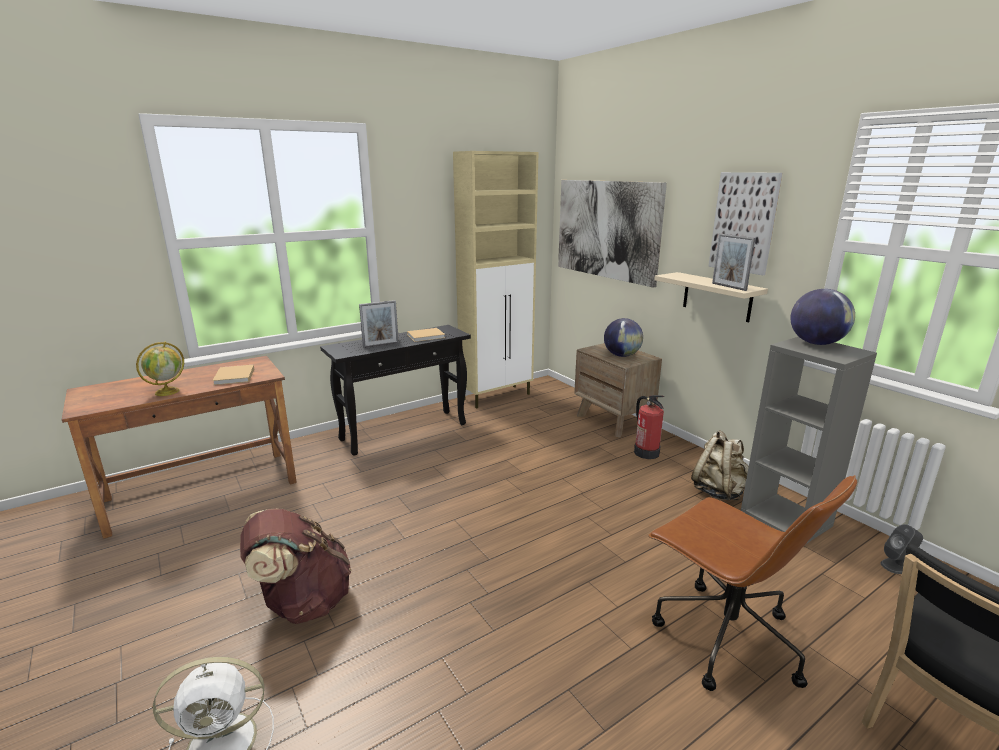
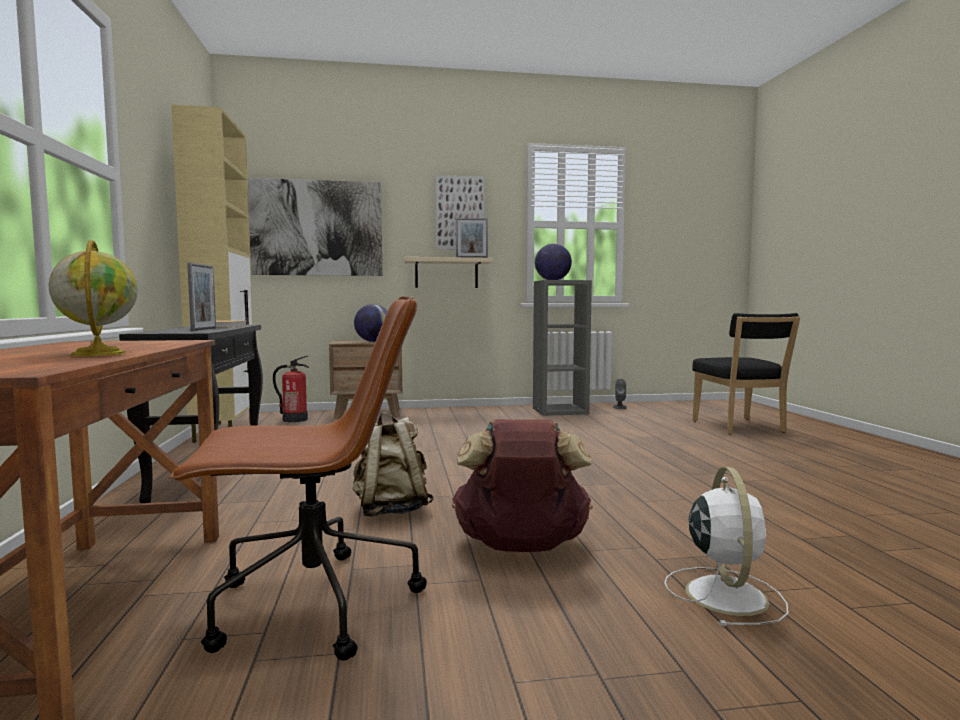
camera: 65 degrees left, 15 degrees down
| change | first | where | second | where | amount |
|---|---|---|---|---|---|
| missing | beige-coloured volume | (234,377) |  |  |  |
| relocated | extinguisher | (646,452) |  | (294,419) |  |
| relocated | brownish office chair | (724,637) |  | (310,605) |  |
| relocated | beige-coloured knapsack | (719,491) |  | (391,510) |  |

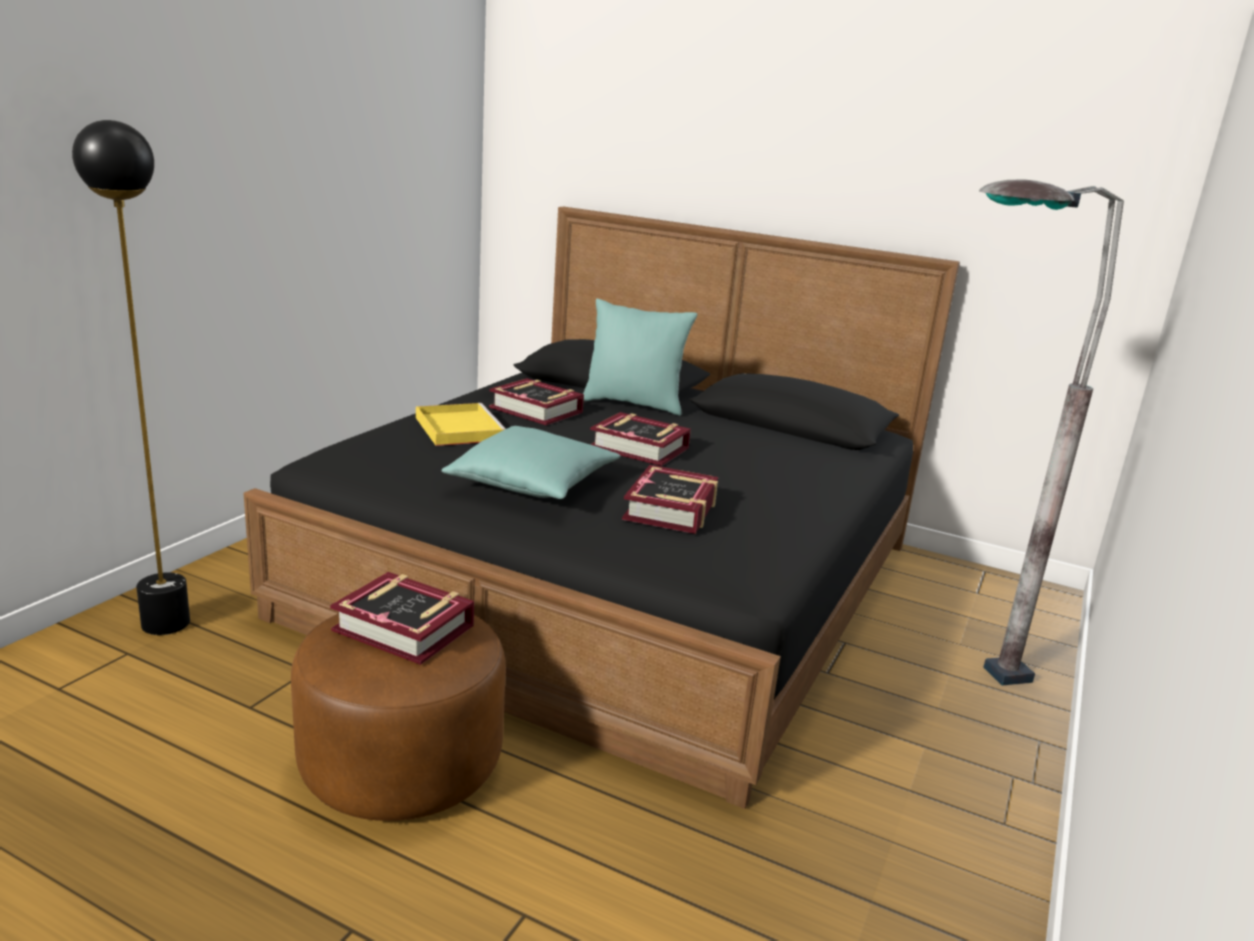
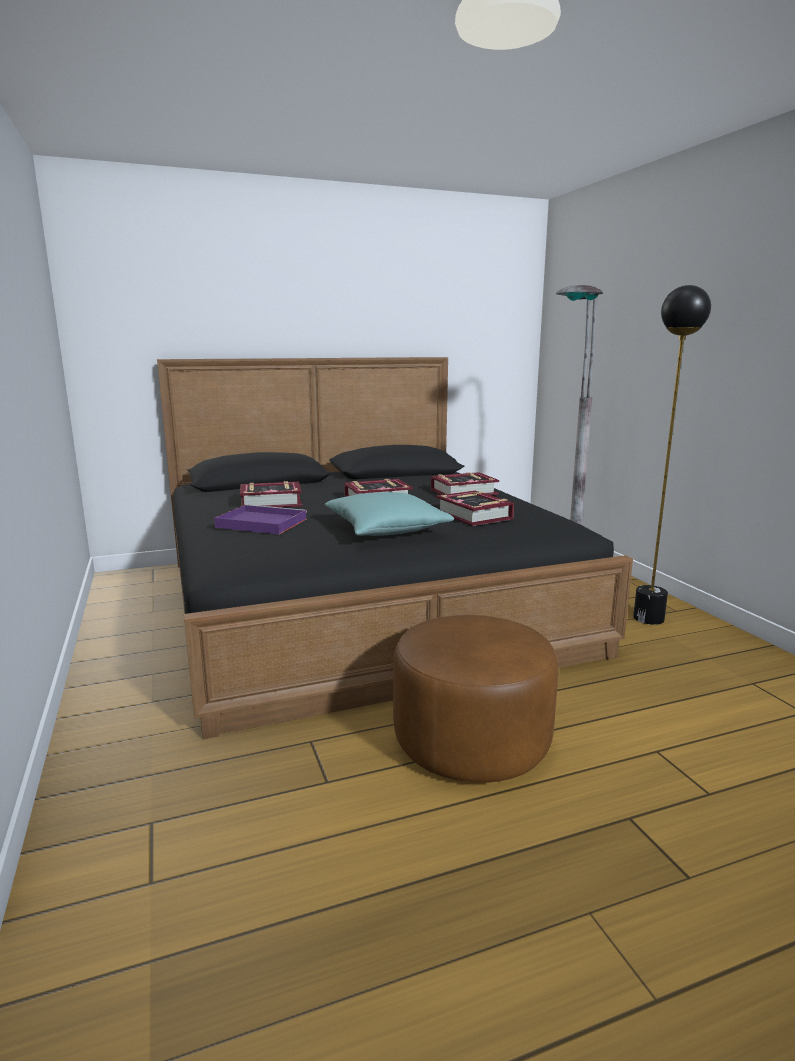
camera: 45 degrees left, 5 degrees down
| change | first | where | second | where | amount |
|---|---|---|---|---|---|
| relocated | black floor lamp | (166,624) |  | (648,618) |  |
| relocated | volume | (404,628) |  | (463,492) |  |
| colour | yellowish serving tray | (458,428) | purple-coloured serving tray | (260,523) |  |
| missing | turquoise-coloured pillow | (634,404) |  |  |  |

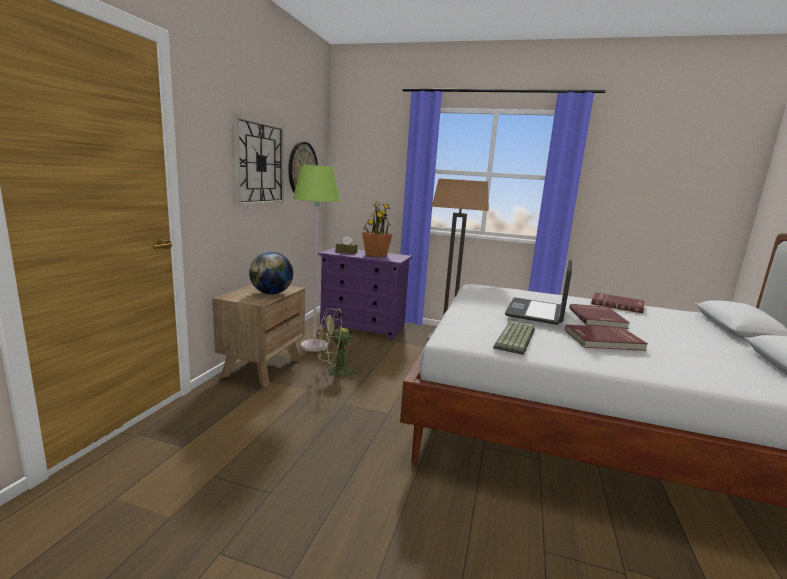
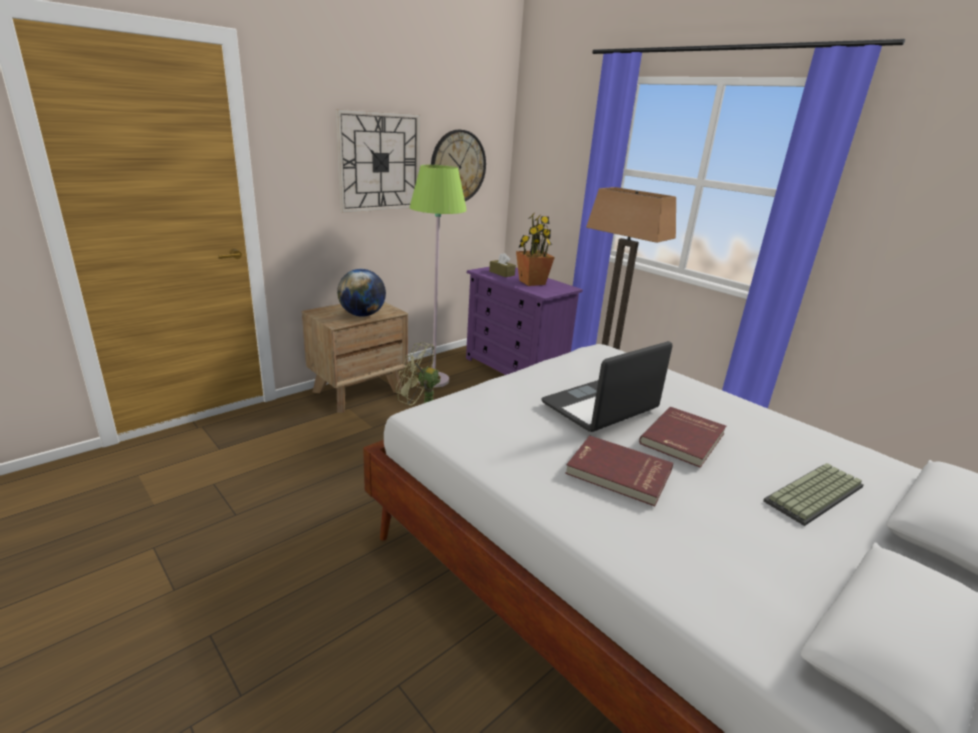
camera: 30 degrees right, 10 degrees up
| change | first | where | second | where | amount |
|---|---|---|---|---|---|
| relocated | PC keyboard | (516,339) |  | (815,495) |  |
| missing | red volume | (617,304) |  |  |  |

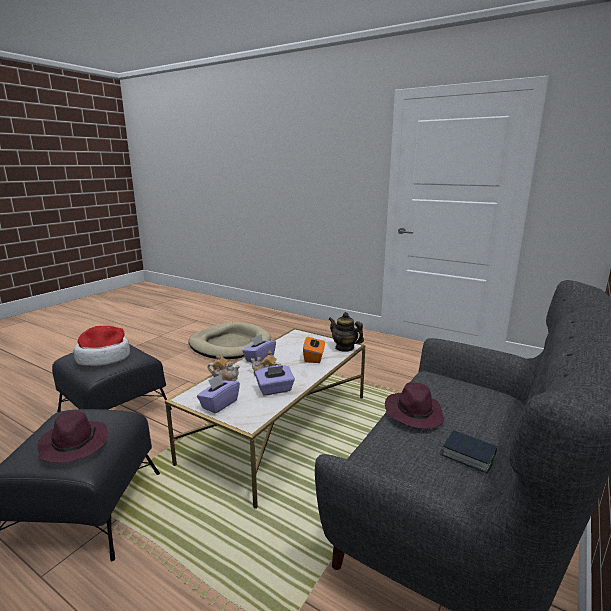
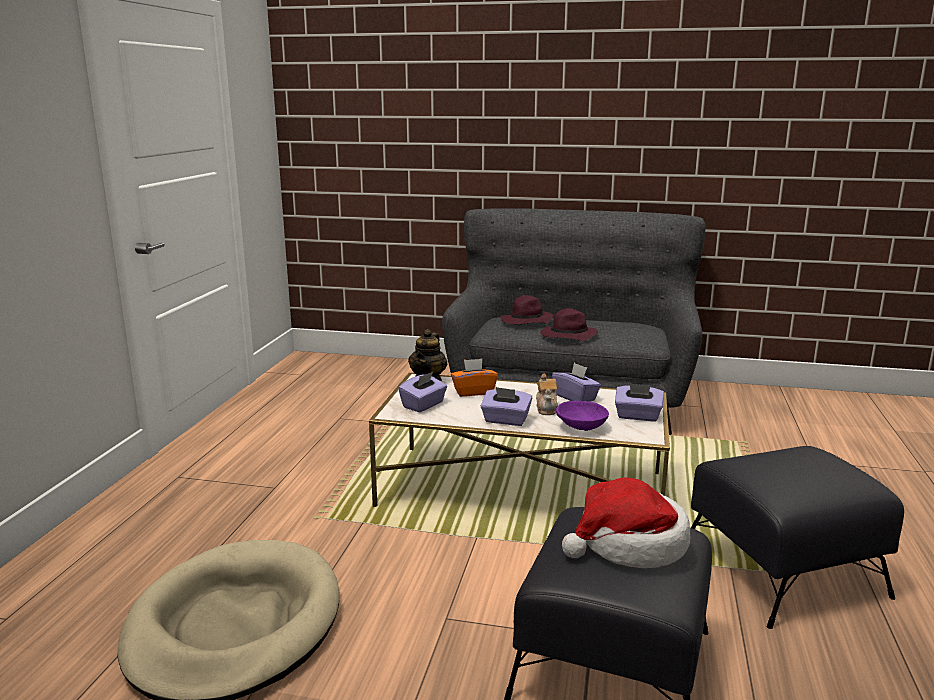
camera: 110 degrees left, 0 degrees up
| change | first | where | second | where | amount |
|---|---|---|---|---|---|
| relocated | purple-coloured hat | (73,444) |  | (526,322) |  |
| exchanged | tea pot | (224,378) | purple-coloured deep dish | (580,428) |  |
| missing | volume | (468,455) |  |  |  |
| appeared |  |  | purple-coloured tissue box | (423,405) |  |

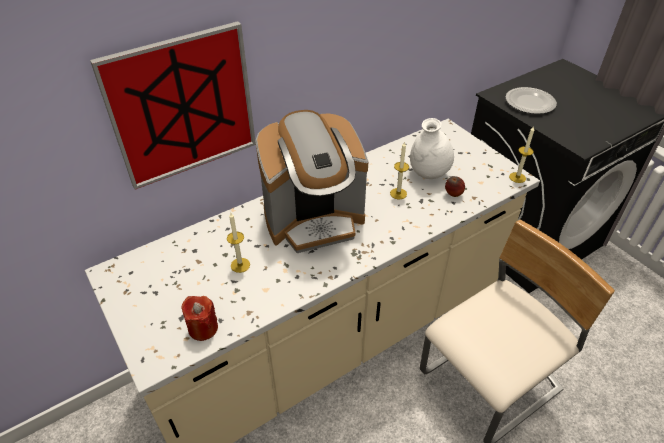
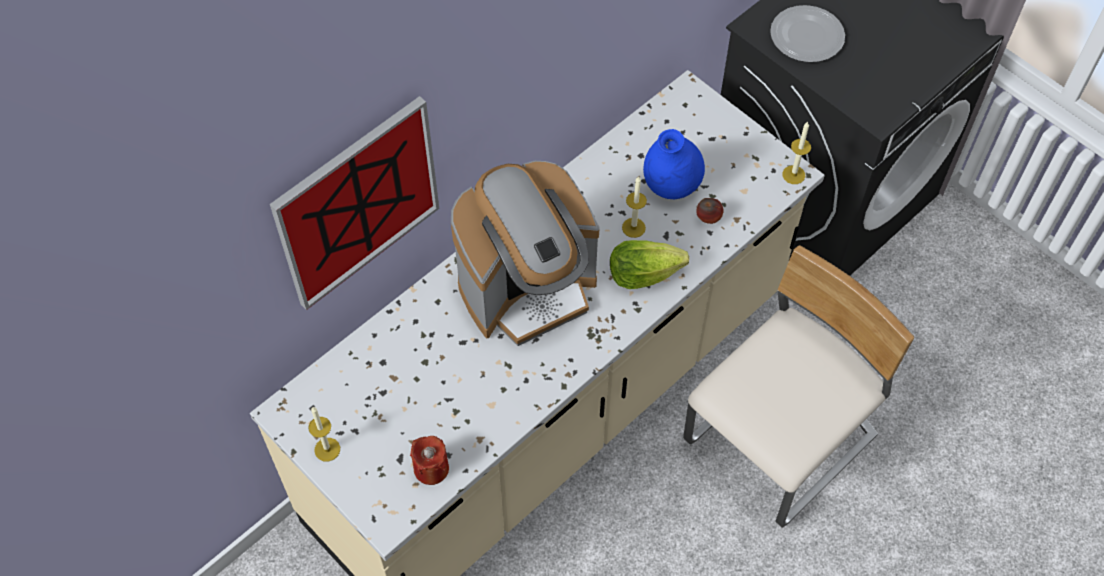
camera: 10 degrees left, 15 degrees up
| change | first | where | second | where | amount |
|---|---|---|---|---|---|
| relocated | candle | (240,265) |  | (327,449) |  |
| colour | white-coloured flower vase | (428,174) | bluish flower vase | (671,186) |  |
| appeared |  |  | lettuce | (642,274) |  |

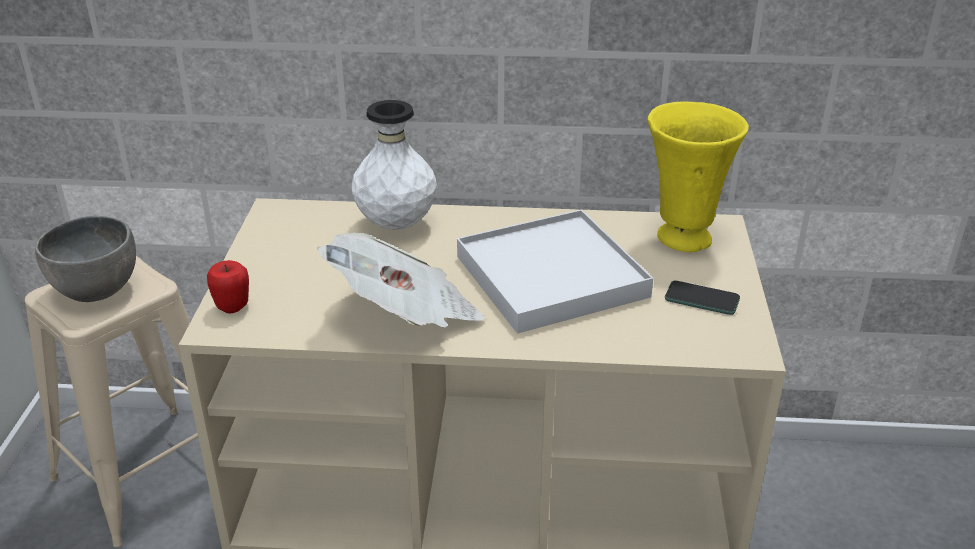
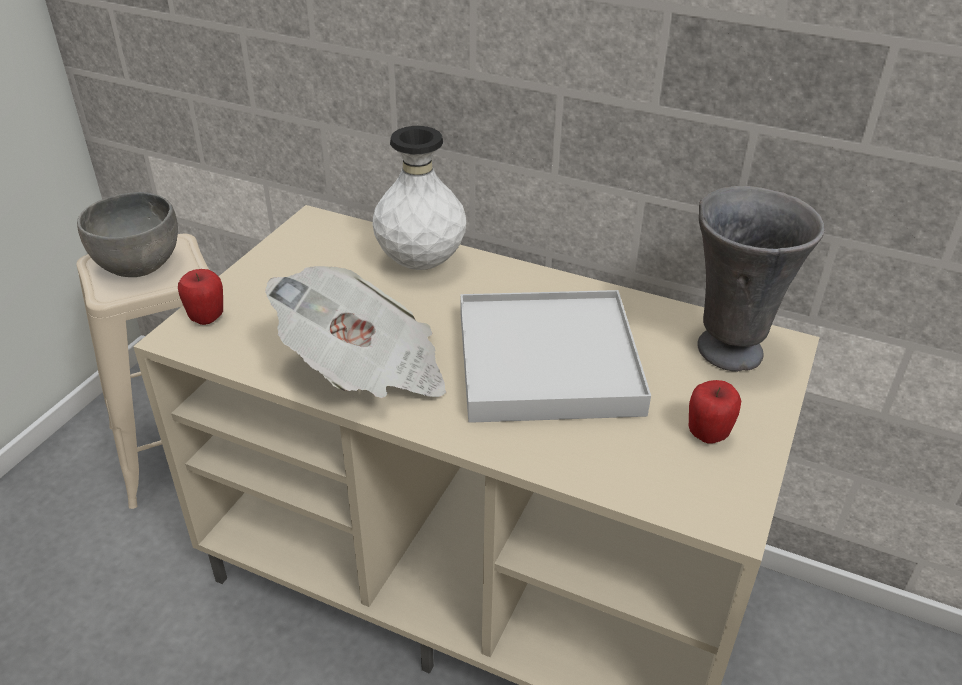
camera: 20 degrees right, 5 degrees up
| change | first | where | second | where | amount |
|---|---|---|---|---|---|
| colour | yellowish flower vase | (682,237) | grey flower vase | (728,349) |  |
| exchanged | handset | (702,299) | whole apple | (707,434) |  |

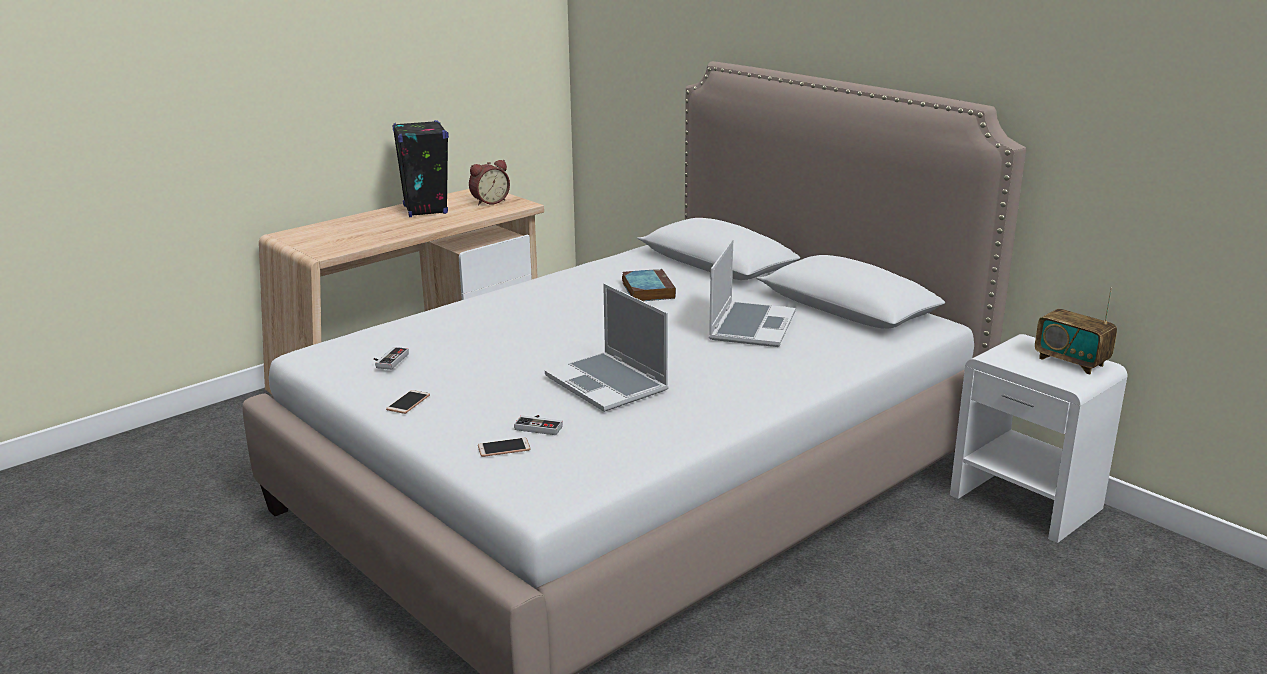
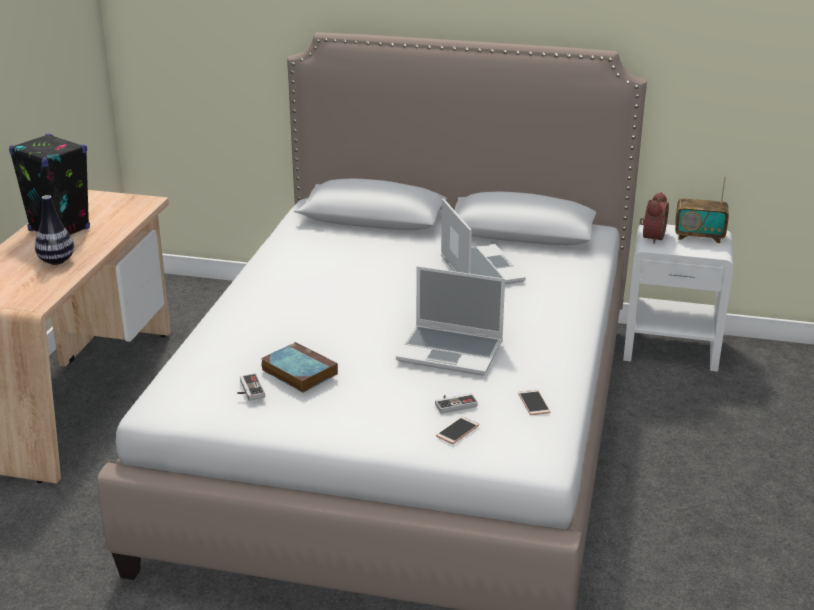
camera: 35 degrees left, 5 degrees up
| change | first | where | second | where | amount |
|---|---|---|---|---|---|
| relocated | handset | (408,402) |  | (534,403) |  |
| relocated | table clock | (489,201) |  | (651,237) |  |
| relocated | volume | (647,290) |  | (297,372) |  |
| appeared |  |  | flower vase | (56,261) |  |

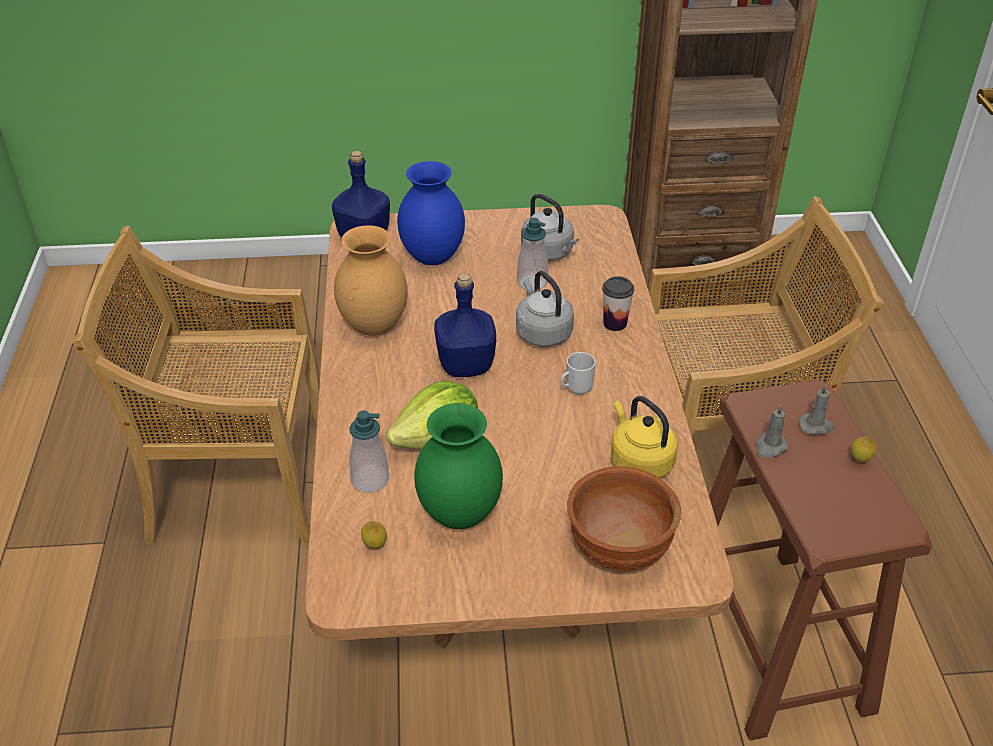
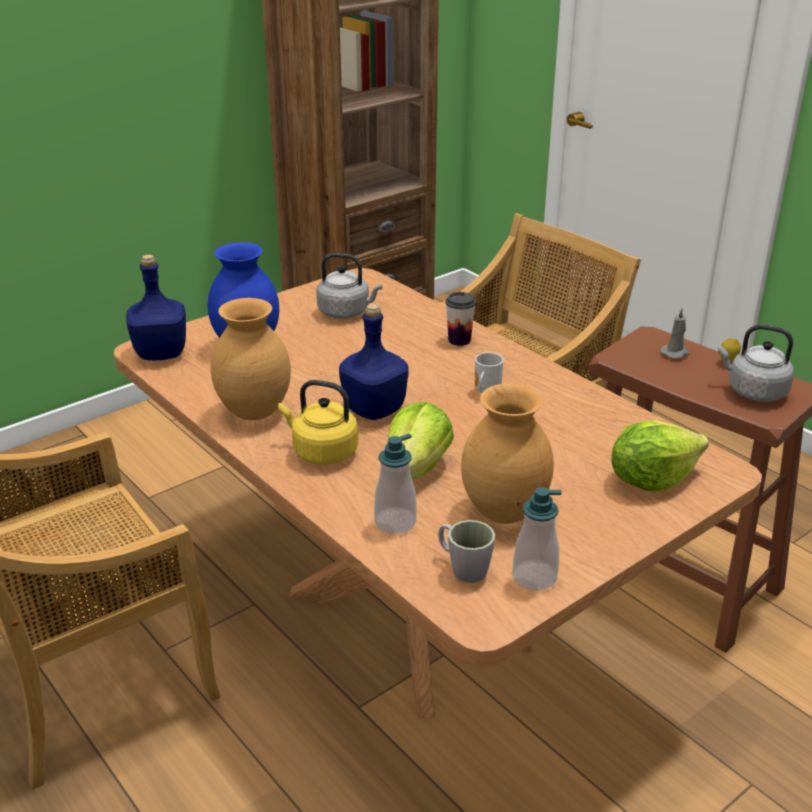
camera: 35 degrees left, 10 degrees down
| change | first | where | second | where | amount |
|---|---|---|---|---|---|
| exchanged | whole lemon | (375,546) | grey tea mug | (463,568) |  |
| colour | green flower vase | (458,514) | brownish flower vase | (502,513) |  |
| relocated | grey tea kettle | (542,332) |  | (753,391) |  |
| relocated | soap bottle | (532,282) |  | (534,577) |  |
| exchanged | brownish deep dish | (618,548) | lettuce | (651,480) |  |
| relocated | yellowish tea kettle | (639,461) |  | (322,452) |  |
| missing | grey candle | (770,447) |  |  |  |

